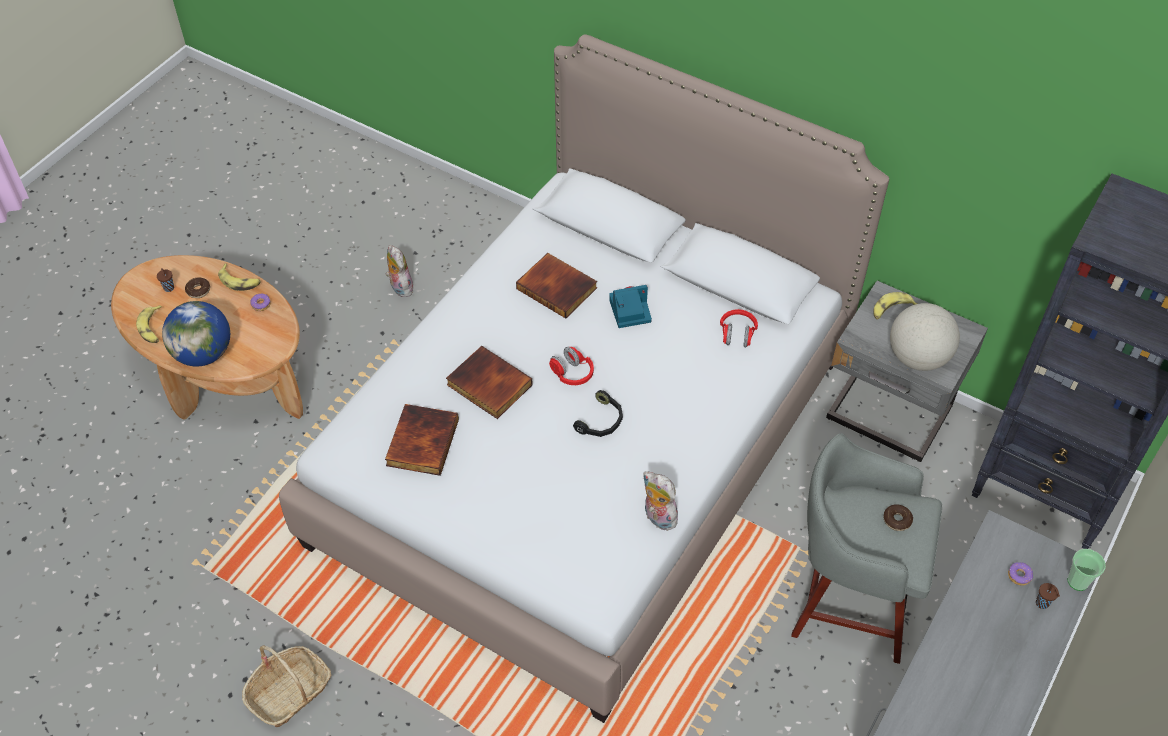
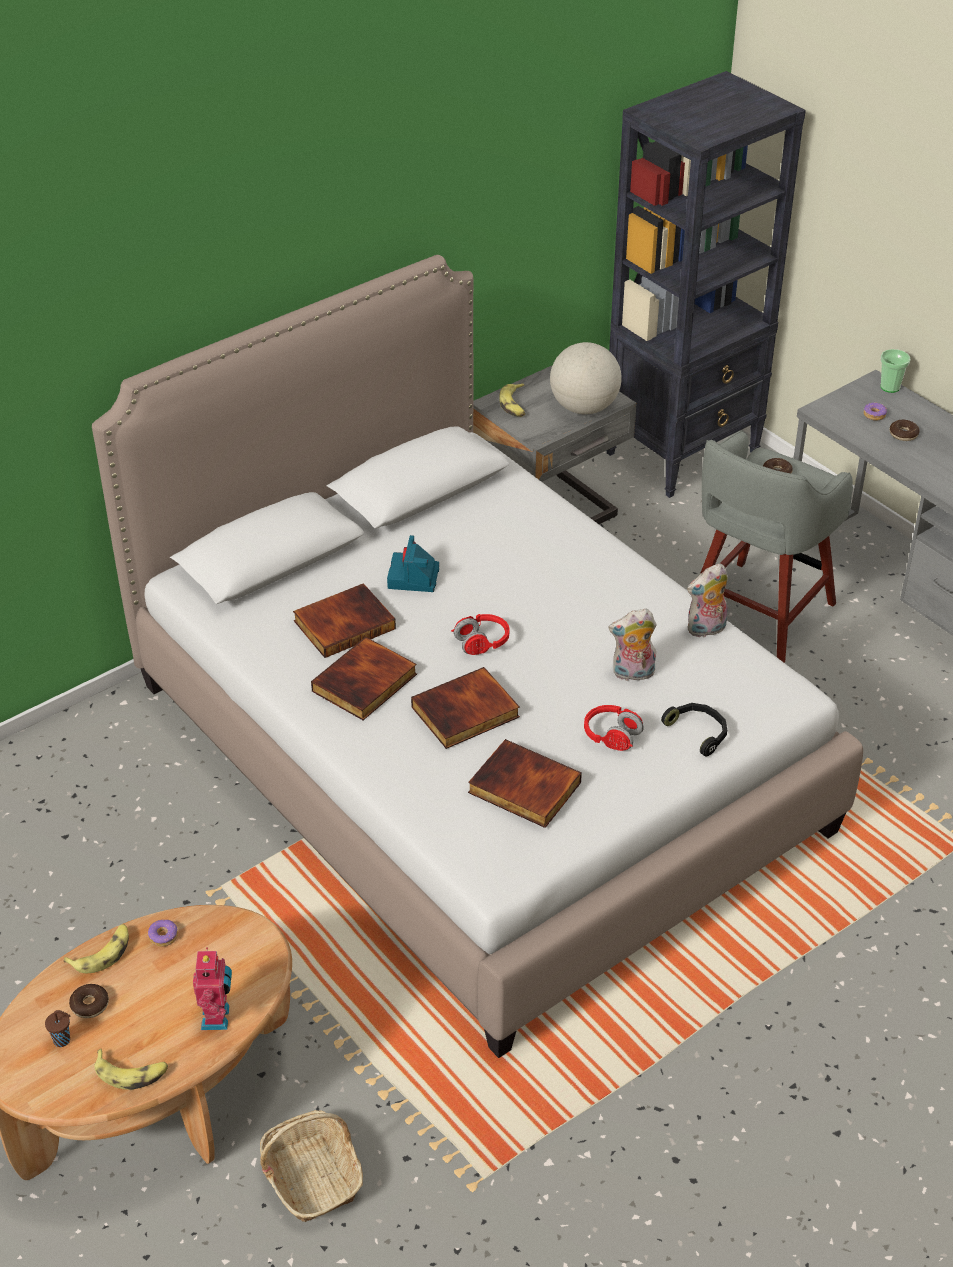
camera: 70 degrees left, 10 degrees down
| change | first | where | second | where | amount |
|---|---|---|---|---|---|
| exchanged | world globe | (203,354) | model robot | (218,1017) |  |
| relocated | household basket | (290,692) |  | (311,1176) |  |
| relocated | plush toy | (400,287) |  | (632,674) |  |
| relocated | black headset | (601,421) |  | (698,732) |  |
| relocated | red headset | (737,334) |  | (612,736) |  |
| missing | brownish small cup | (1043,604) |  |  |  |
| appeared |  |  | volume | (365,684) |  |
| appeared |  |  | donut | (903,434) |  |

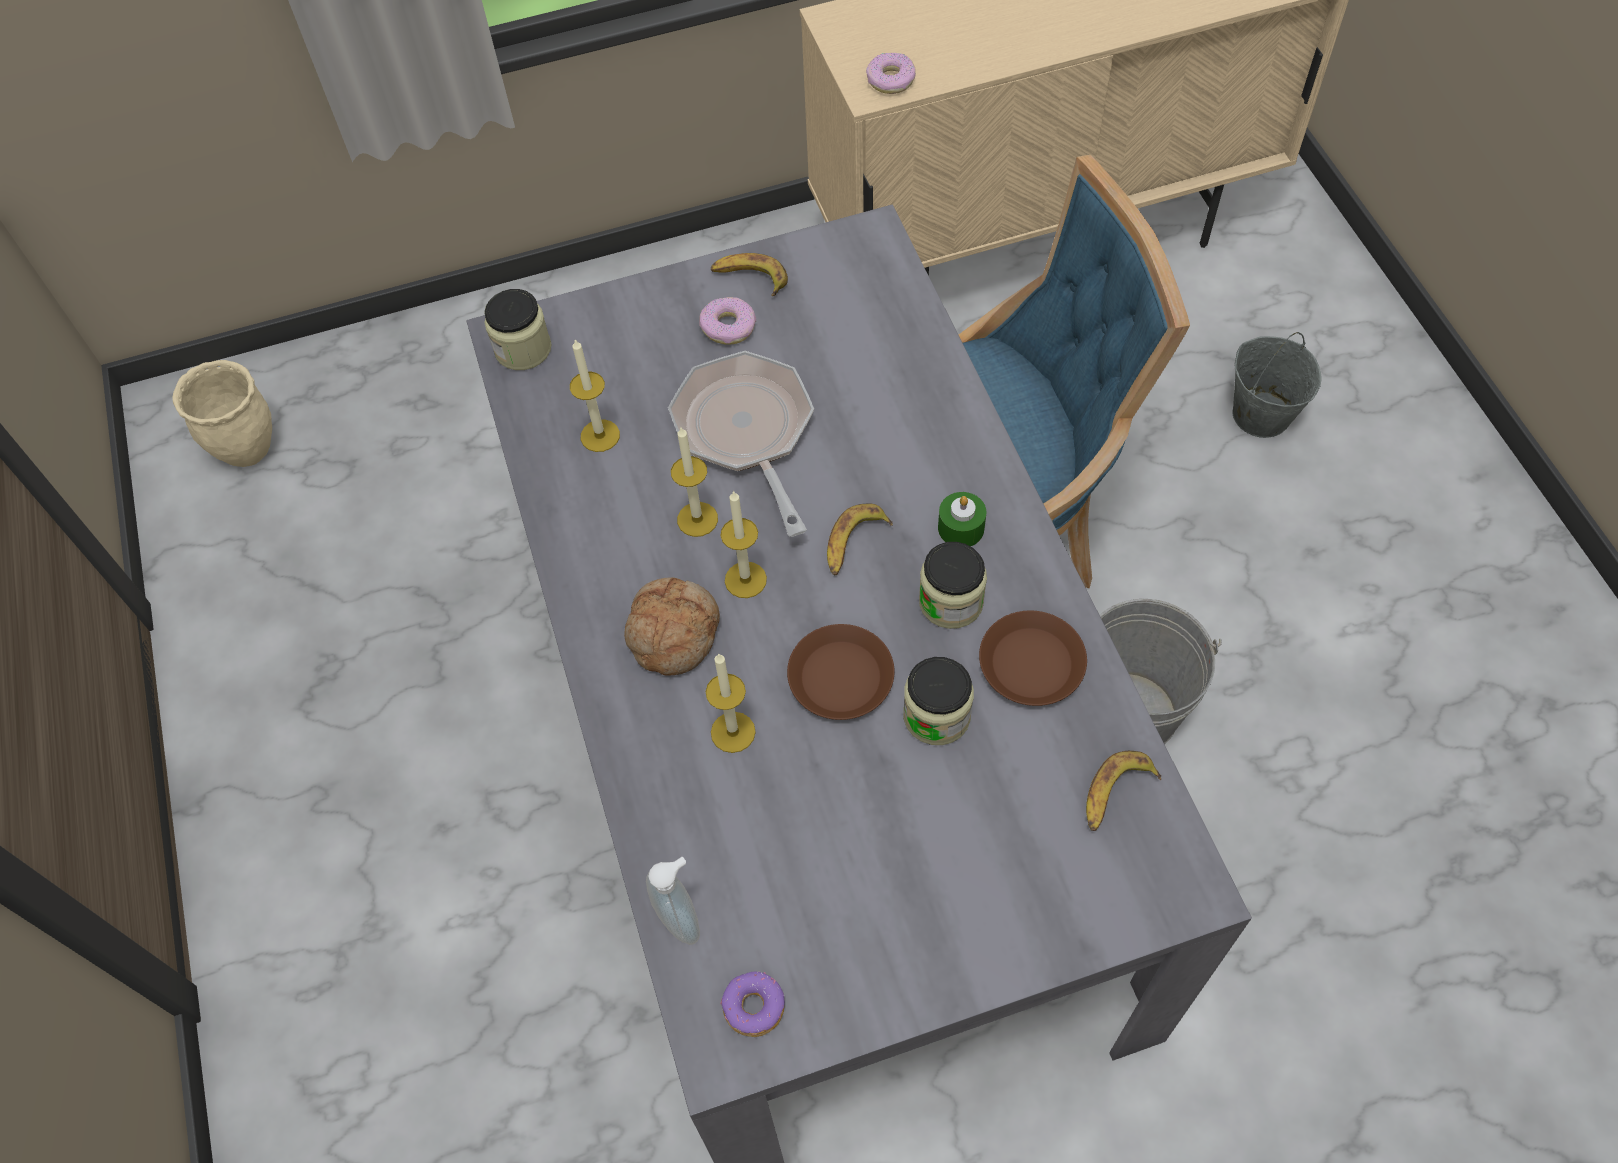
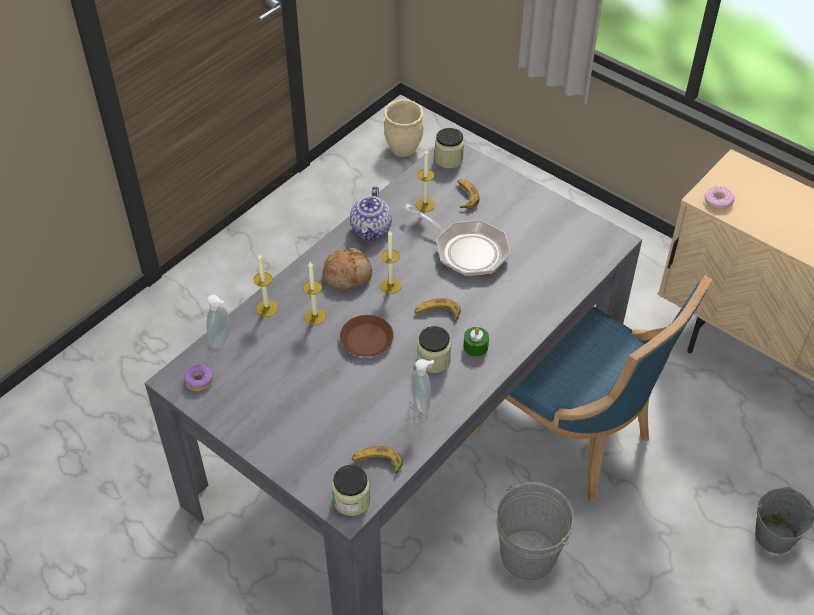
camera: 55 degrees right, 10 degrees down
| change | first | where | second | where | amount |
|---|---|---|---|---|---|
| spun | skillet | (747,433) |  | (466,250) | 90 degrees clockwise |
| relocated | candle | (697,519) |  | (267,308) |  |
| missing | donut | (728,326) |  |  |  |
| relocated | banana | (749,278) |  | (465,196) |  |
| relocated | storage jar | (936,715) |  | (351,500) |  |
| exchanged | brownish dinner plate | (1031,664) | soap bottle | (422,403) |  |
| appeared |  |  | tea pot | (371,229) |  |

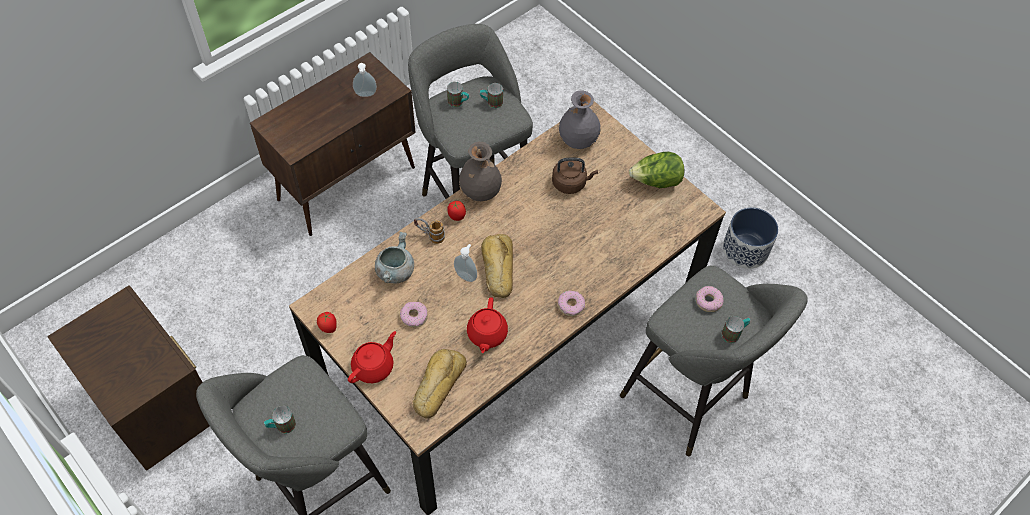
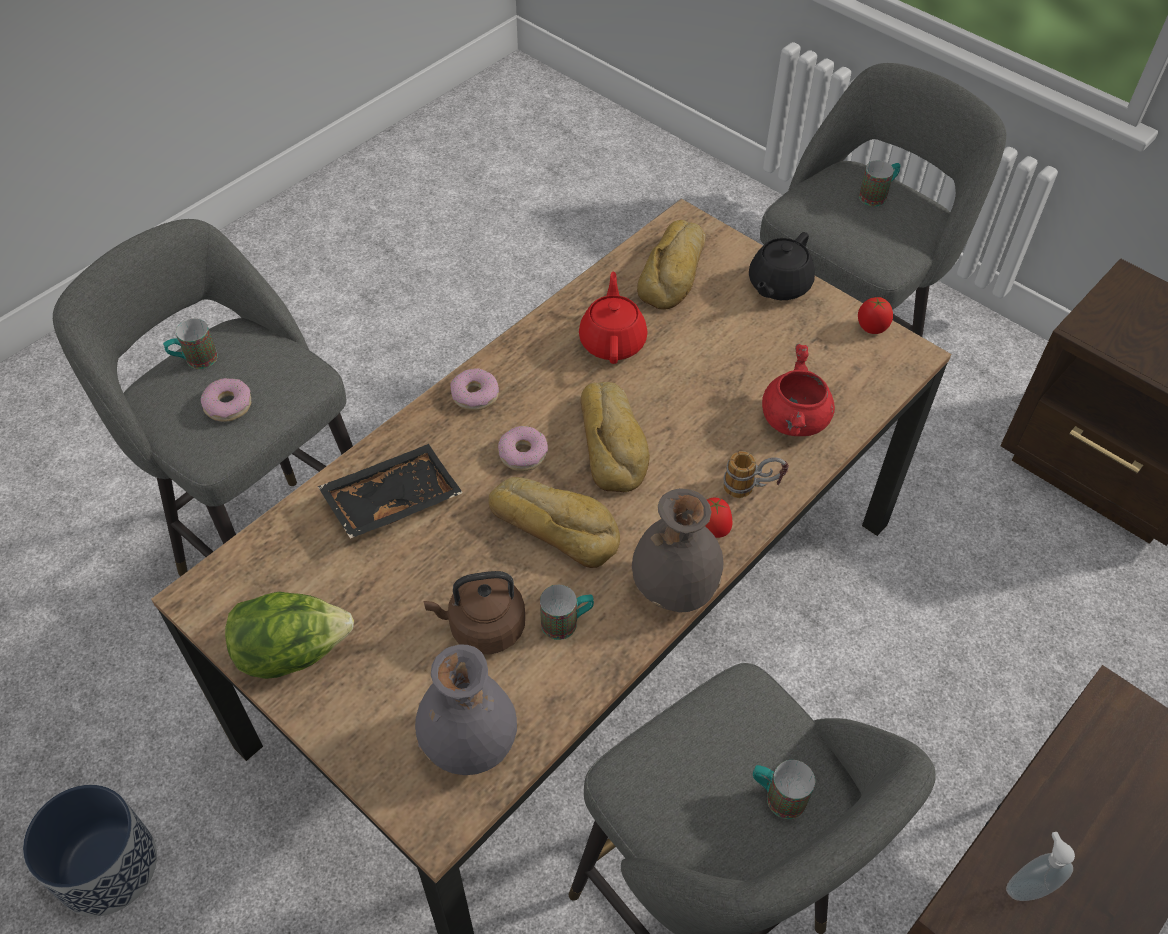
camera: 175 degrees right, 5 degrees down
| change | first | where | second | where | amount |
|---|---|---|---|---|---|
| colour | red tea pot | (374,367) | black tea pot | (778,285) |  |
| colour | grey saucepot | (395,271) | red saucepot | (795,421) |  |
| relocated | donut | (414,316) |  | (522,453) |  |
| missing | soap bottle | (466,275) |  |  |  |
| relocated | tea mug | (491,102) |  | (567,622) |  |
| appeared |  |  | black serving tray | (392,499) |  |
| appeared |  |  | baked bread | (555,525) |  |

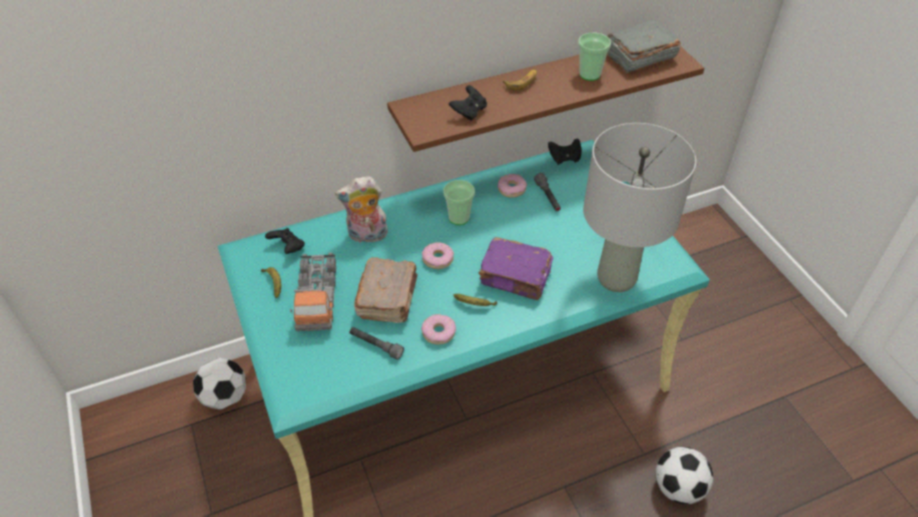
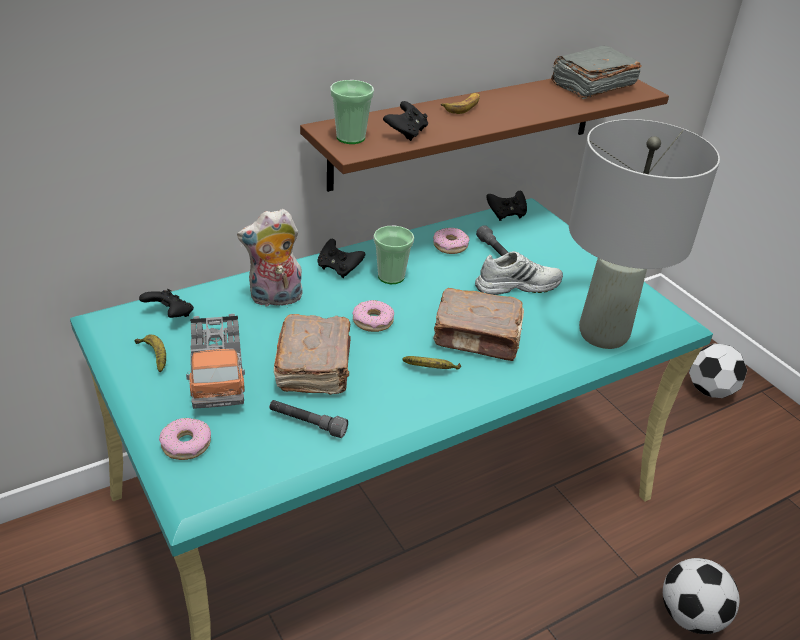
camera: 10 degrees left, 10 degrees down
| change | first | where | second | where | amount |
|---|---|---|---|---|---|
| relocated | football ball | (225,397) |  | (710,390) |  |
| relocated | donut | (438,332) |  | (186,444) |  |
| colour | purple-coloured volume | (516,277) | brownish volume | (478,338) |  |
| relocated | small cup | (590,74) |  | (350,138) |  |
| appeared |  |  | black gamepad | (339,269) |  |
| appeared |  |  | white-coloured shoe | (517,285) |  |

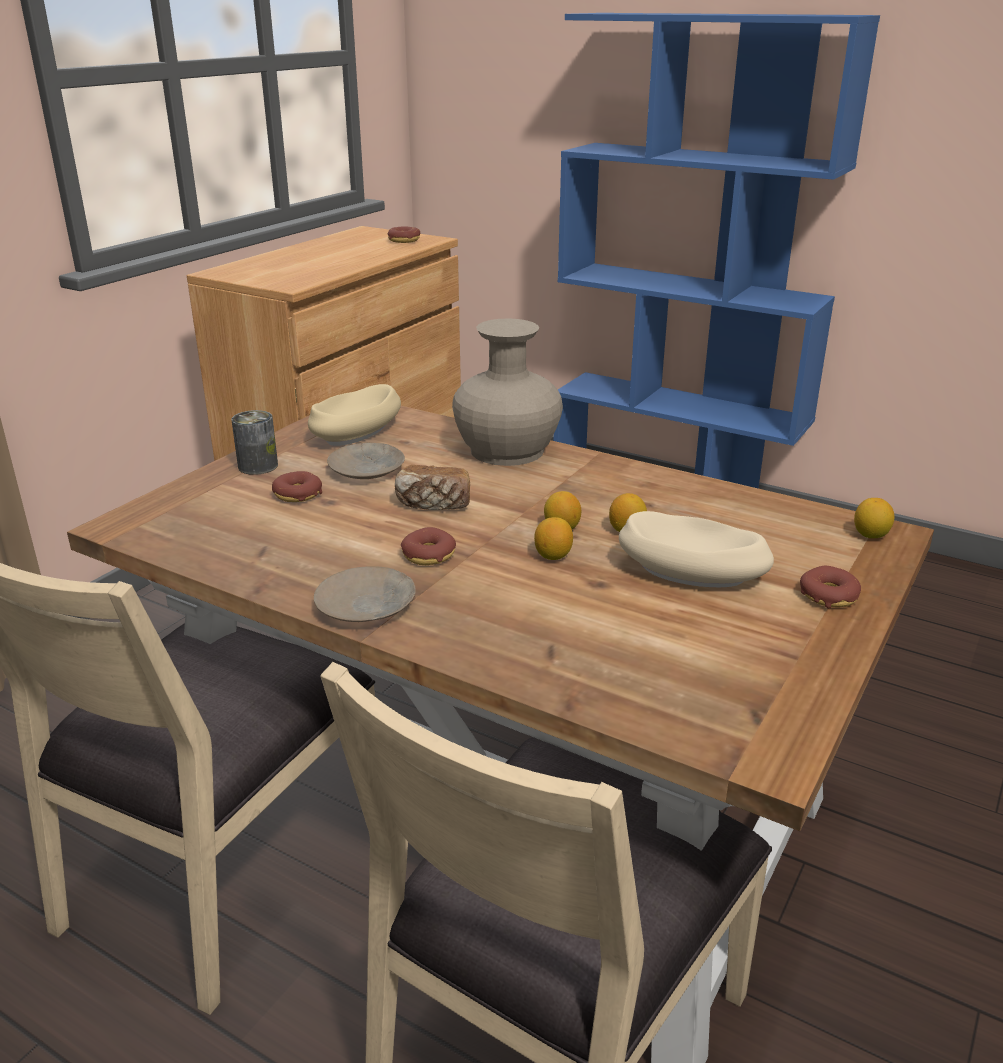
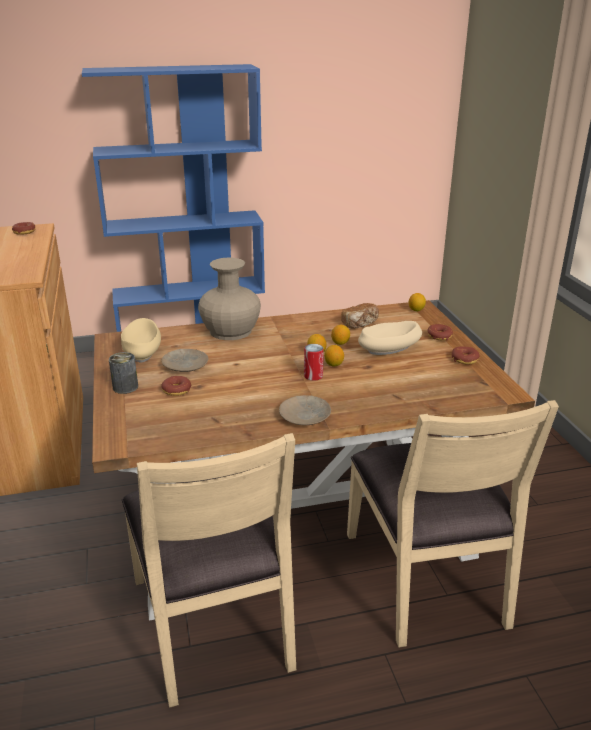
camera: 45 degrees left, 0 degrees up
| change | first | where | second | where | amount |
|---|---|---|---|---|---|
| relocated | baked bread | (433,505) |  | (360,324) |  |
| relocated | donut | (429,555) |  | (464,359) |  |
| appeared |  |  | metal can | (313,376) |  |

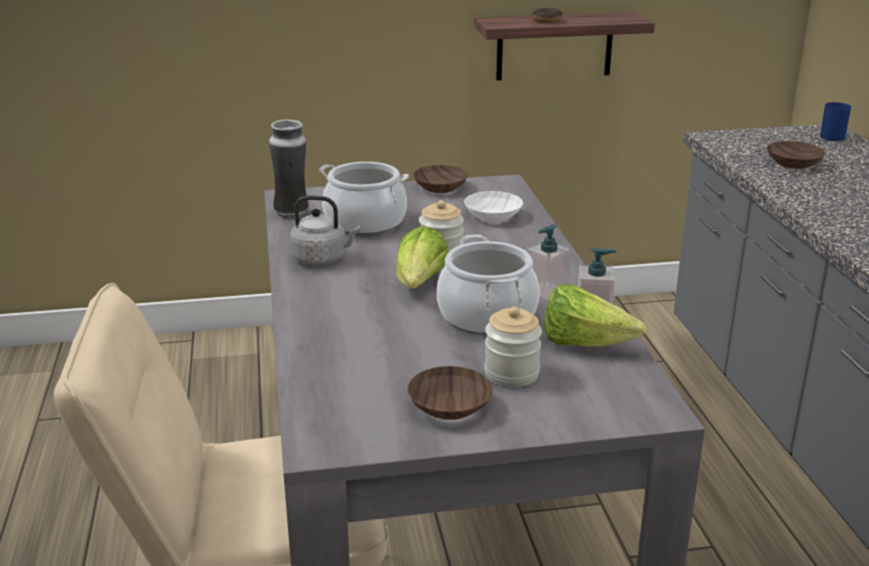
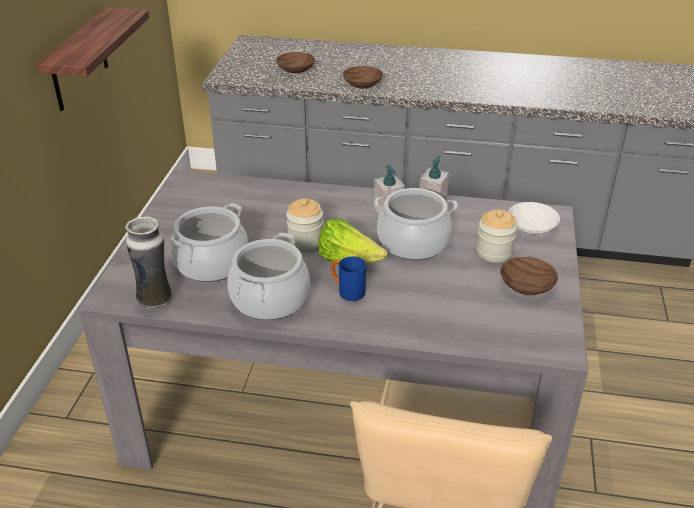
camera: 70 degrees left, 10 degrees up
| change | first | where | second | where | amount |
|---|---|---|---|---|---|
| exchanged | grey tea kettle | (322,258) | saucepot | (269,299) |  |
| relocated | brownish deep dish | (441,188) |  | (363,83) |  |
| relocated | white-coloured deep dish | (492,216) |  | (533,227) |  |
| missing | donut | (547,20) |  |  |  |
| missing | lettuce | (584,344) |  |  |  |
| relocated | bluish tea mug | (831,136) |  | (347,291) |  |

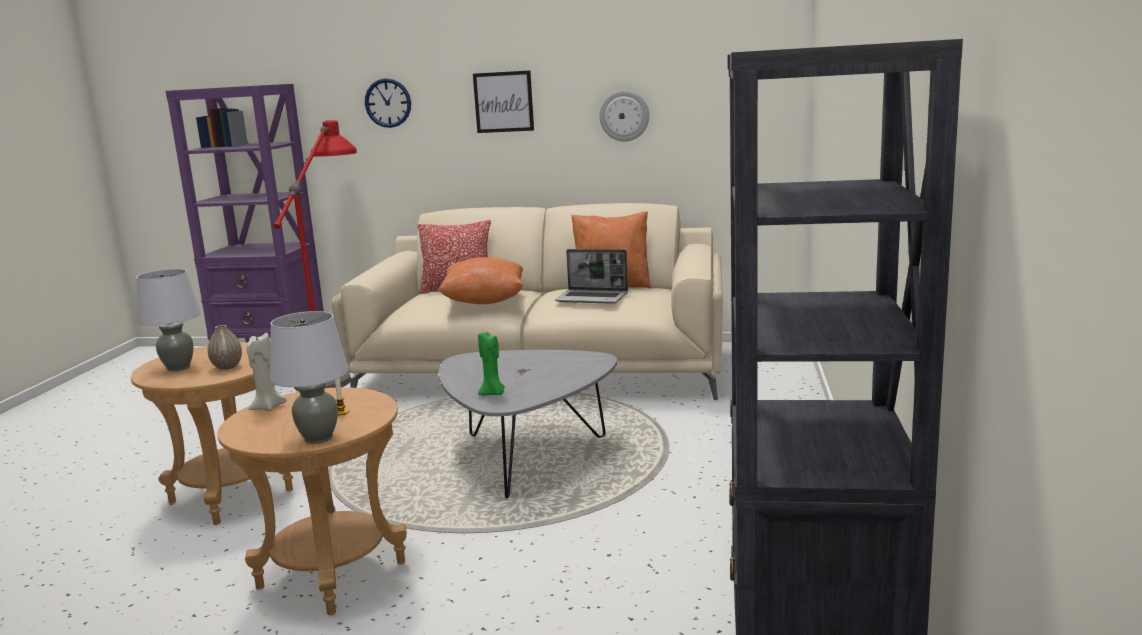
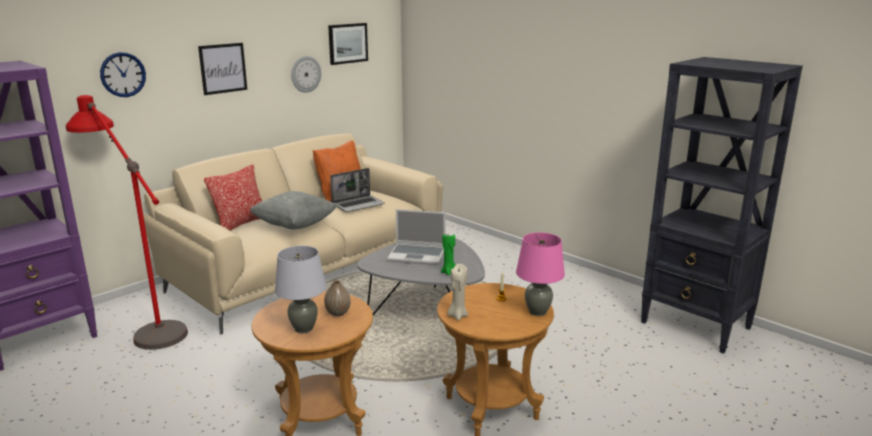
camera: 55 degrees left, 5 degrees up
| change | first | where | second | where | amount |
|---|---|---|---|---|---|
| colour | grey tabletop lamp | (318,438) | pinkish tabletop lamp | (537,312) |  |
| colour | orange-coloured pillow | (484,301) | grey pillow | (295,225) |  |
| appeared |  |  | wall picture | (347,43) |  |
| appeared |  |  | laptop | (418,255) |  |

